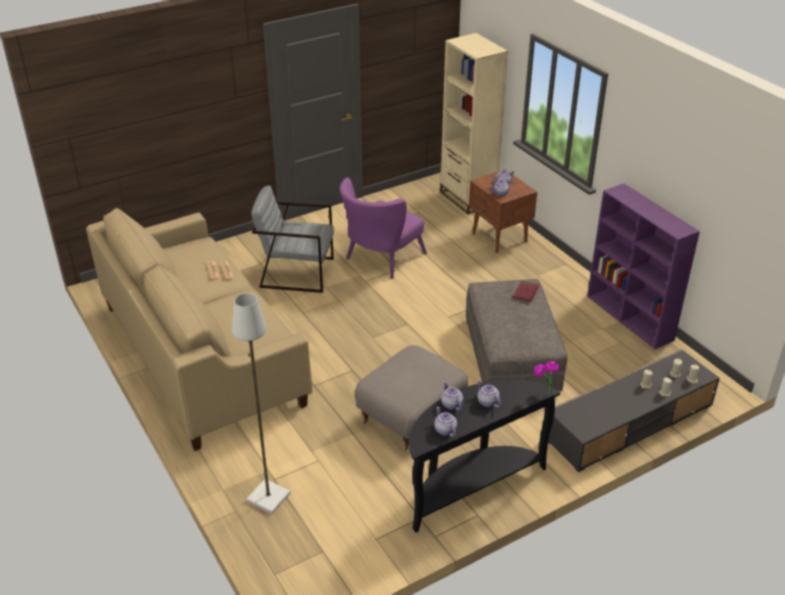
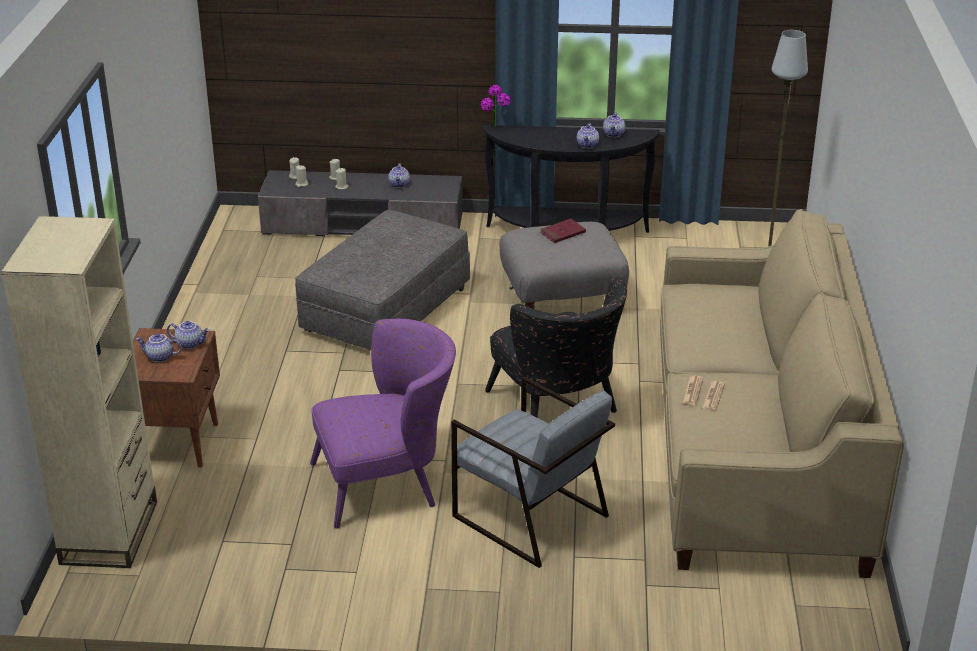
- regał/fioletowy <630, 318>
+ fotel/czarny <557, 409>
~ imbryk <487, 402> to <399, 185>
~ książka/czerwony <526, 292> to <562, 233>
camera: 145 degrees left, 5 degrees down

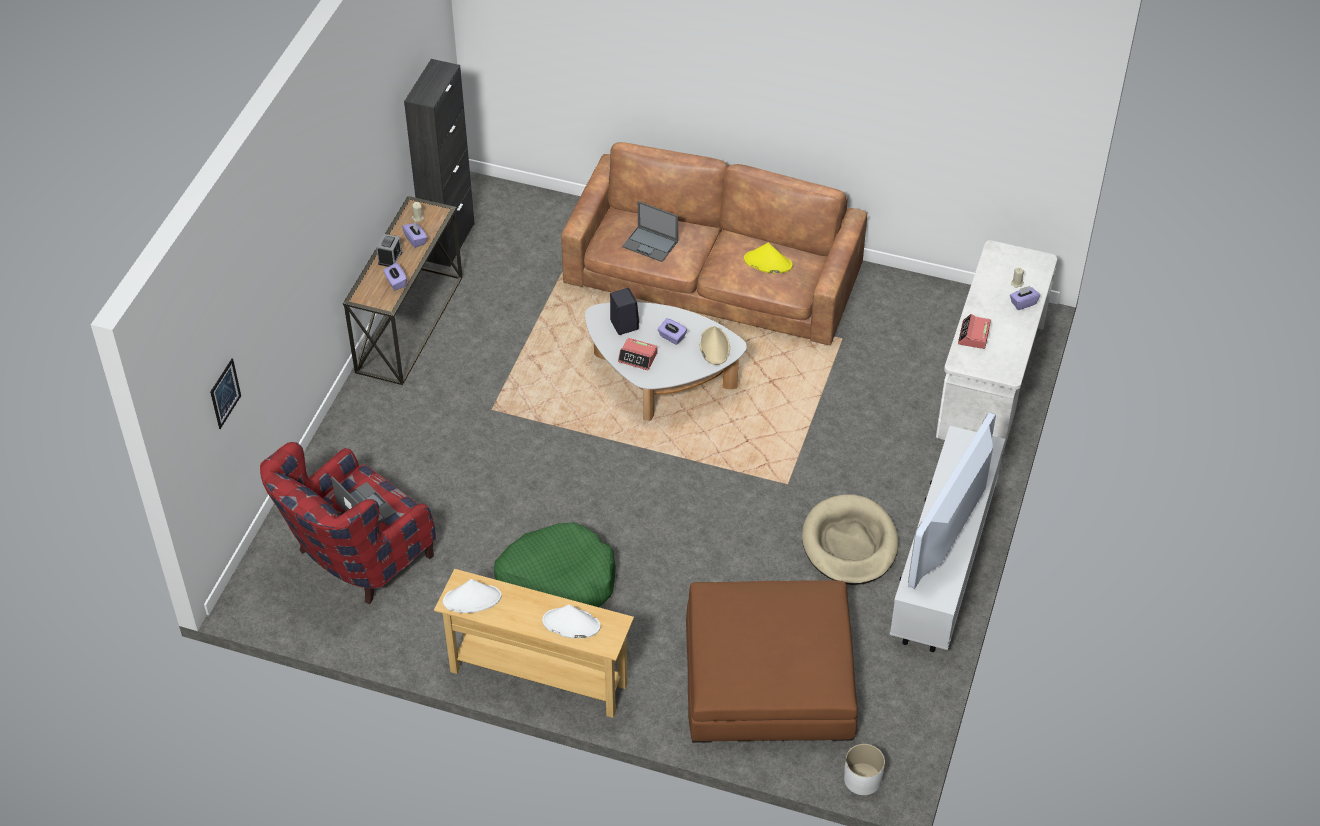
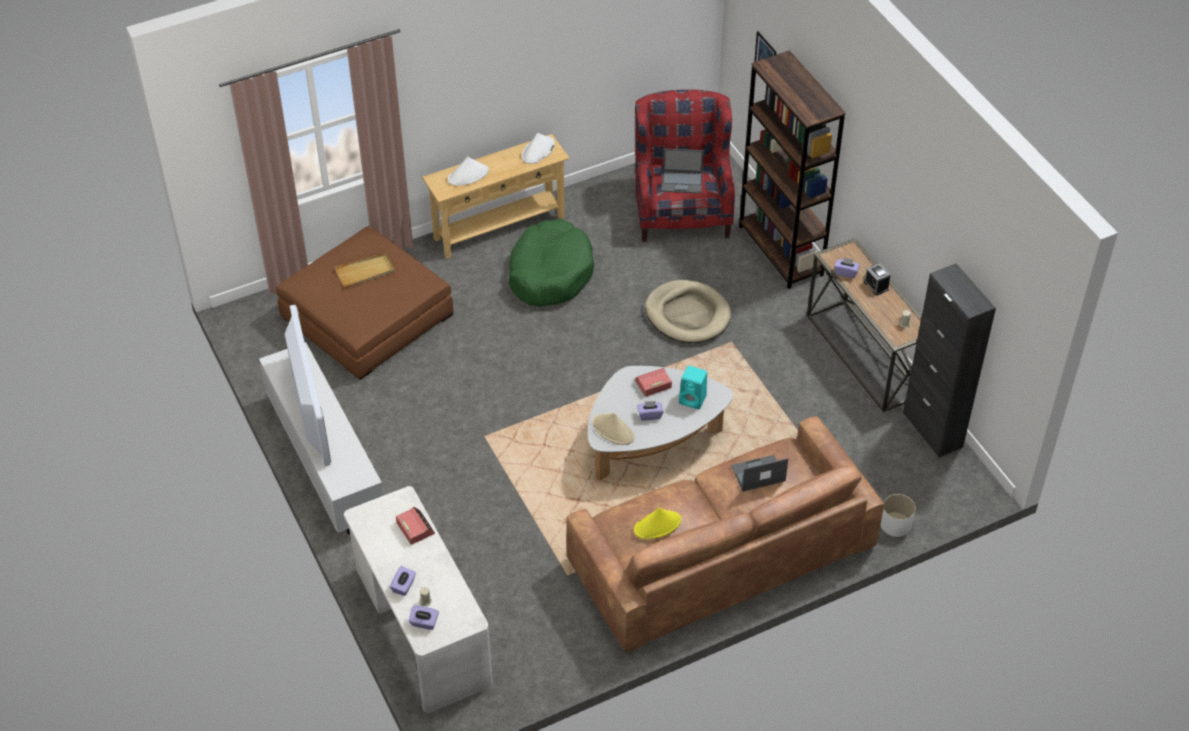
+ taca/beżowy <365, 271>
+ regał/brązowy <780, 251>
~ pudełko chusteczek/fioletowy <415, 240> to <424, 623>
~ legowisko/beżowy <849, 543> to <687, 315>
~ donica/biały <863, 779> to <895, 524>
~ głośnik/czarny <623, 324> to głośnik/turkusowy <693, 399>
camera: 135 degrees right, 0 degrees up

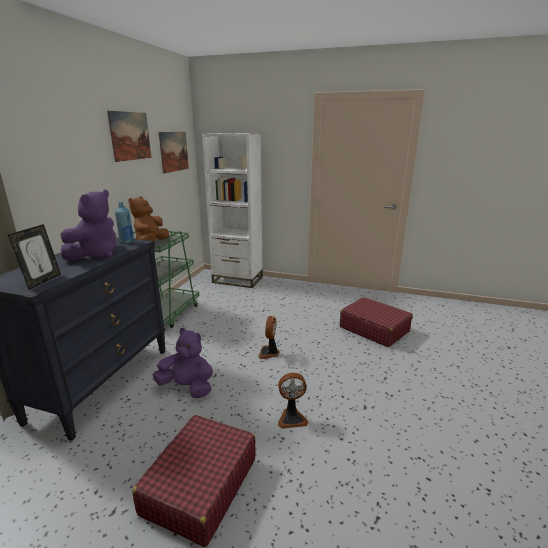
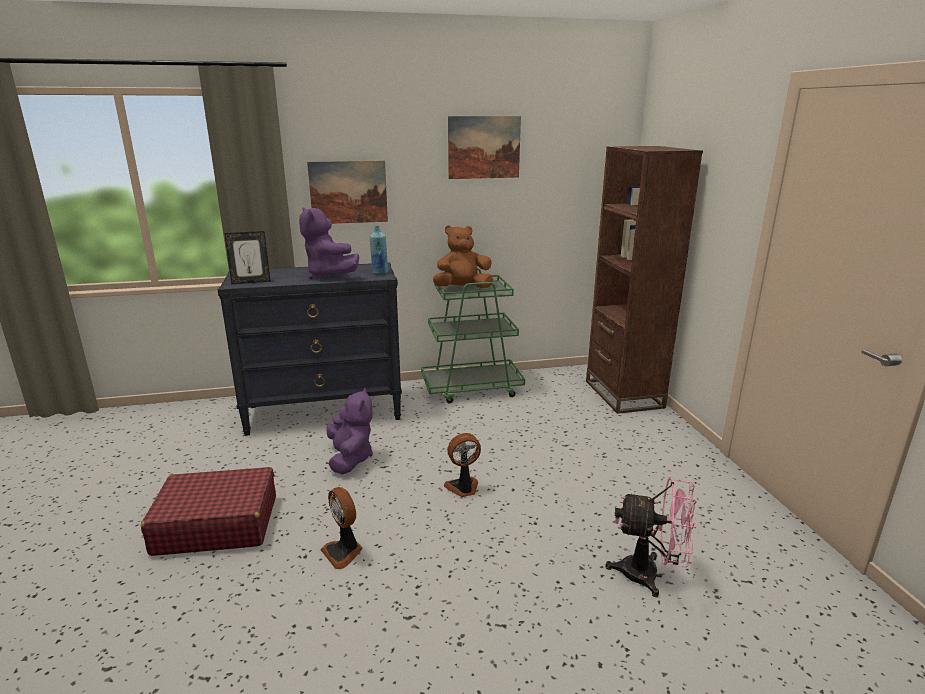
~ obraz <174, 151> to <348, 192>
~ walizka/czerwony <374, 329> to wentylator/różowy <649, 575>
~ regał/biały <237, 280> to regał/brązowy <623, 394>
~ pluszak/fioletowy <95, 255> = <329, 275> 60 degrees clockwise
camera: 60 degrees right, 0 degrees up

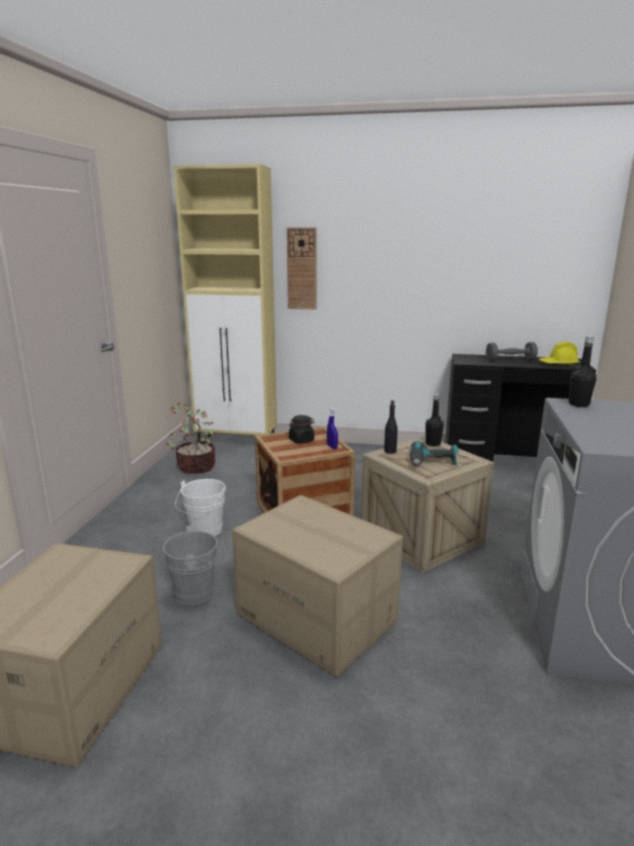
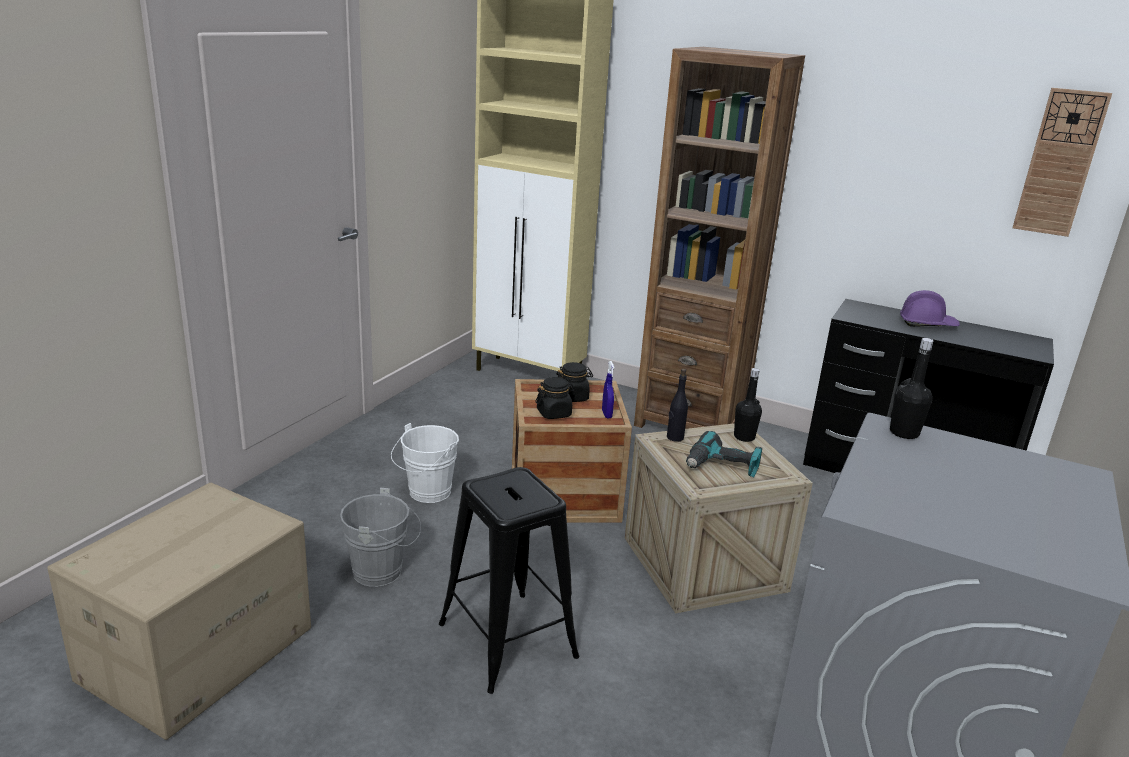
- roślina doniczkowa <195, 467>
- kask/żółty <558, 364>
+ słoik/czarny <554, 413>
+ regał/brązowy <690, 422>
~ zegar ścienny <301, 269> to <1060, 163>
~ karton <317, 617> to stołek/czarny <507, 639>
~ hantel/szary <510, 360> to kask/fioletowy <927, 324>
camera: 15 degrees right, 5 degrees up

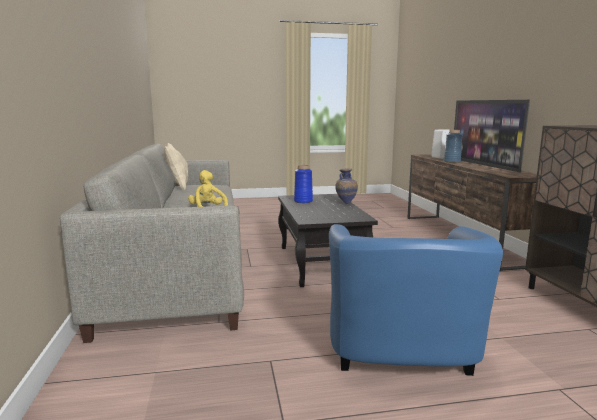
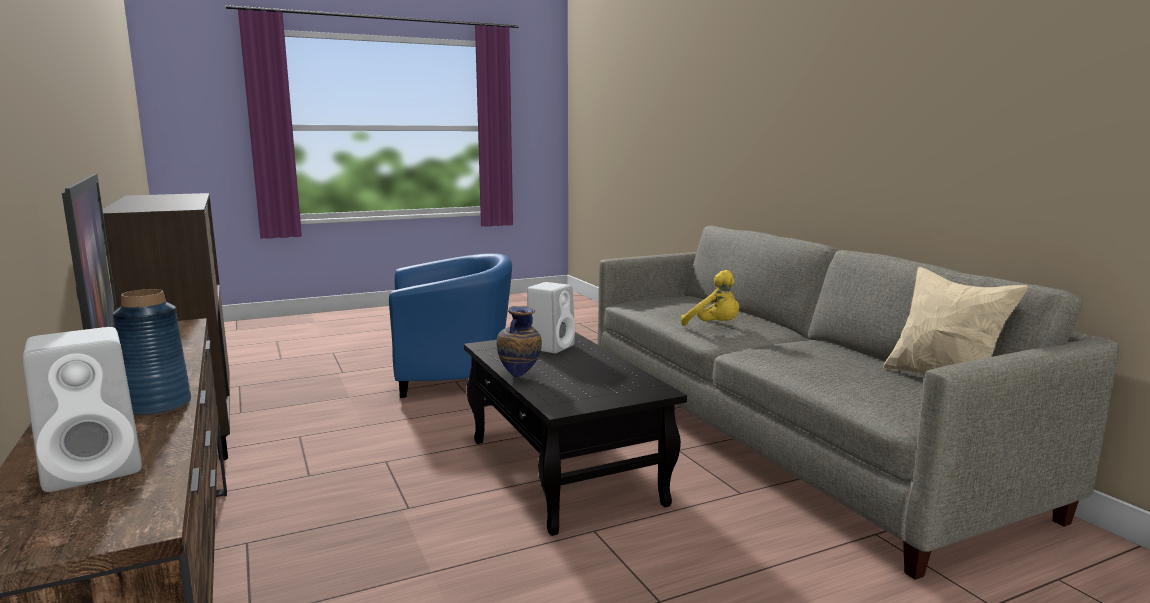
- wazon/niebieski <303, 201>
+ głośnik/biały <551, 346>
~ fotel/niebieski <401, 357> = <453, 376> 90 degrees clockwise
camera: 165 degrees right, 0 degrees up

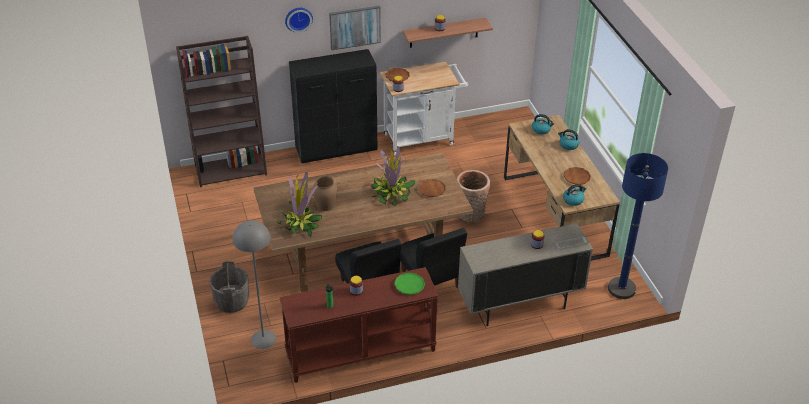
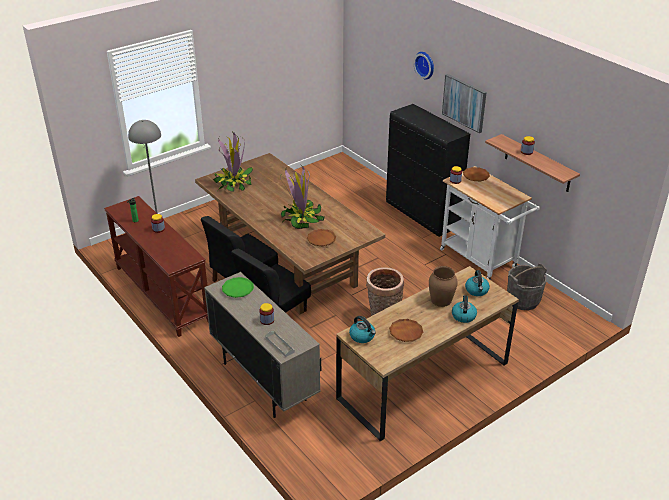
- regał/brązowy <231, 169>
- lampa stojąca/niebieski <621, 289>
~ wiadro/szary <232, 301> to <523, 300>
~ wazon/brązowy <325, 205> to <440, 300>
~ talerz/zielony <409, 285> to <238, 289>
camera: 70 degrees right, 5 degrees down

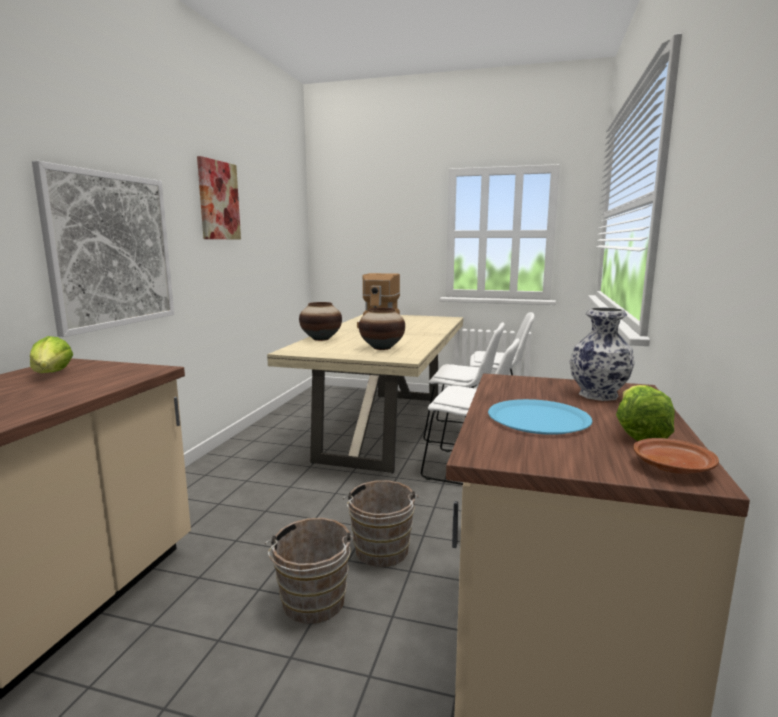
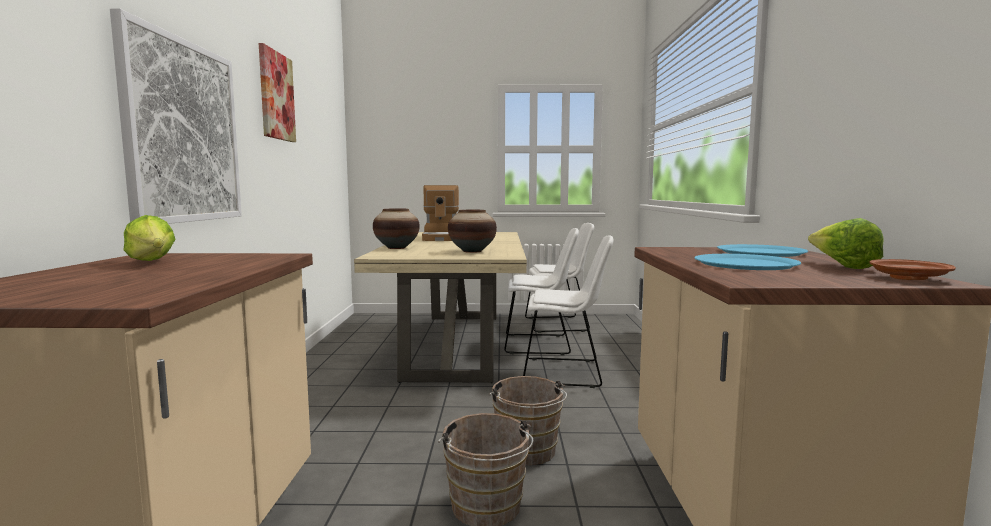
~ wazon <597, 395> to talerz/niebieski <760, 252>
camera: 15 degrees left, 5 degrees down

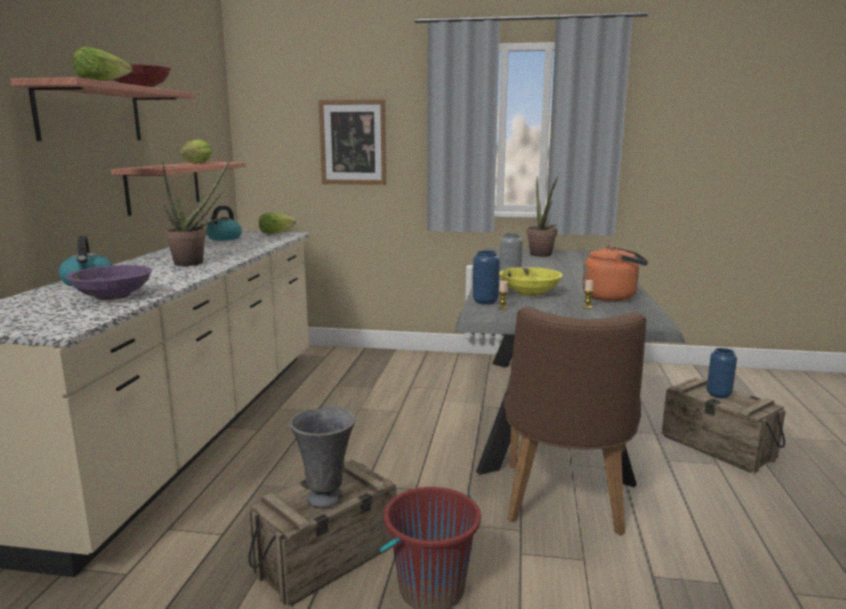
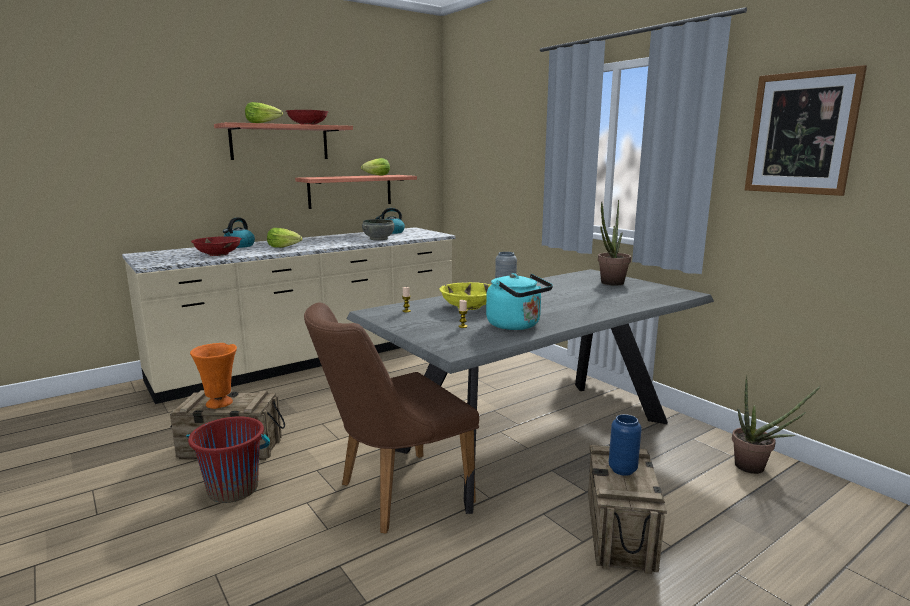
- wazon/niebieski <485, 302>
+ miska/szary <378, 239>
~ roślina doniczkowa <195, 263> to <756, 468>
~ sałata <276, 233> to <284, 247>
~ obraz <353, 142> to <801, 133>
~ miska/fioletowy <113, 296> to miska/czerwony <218, 254>
~ wazon/szary <326, 497> to wazon/pomarańczowy <220, 403>
~ czajnik/pomarańczowy <612, 297> to czajnik/turkusowy <516, 325>
camera: 45 degrees right, 0 degrees up

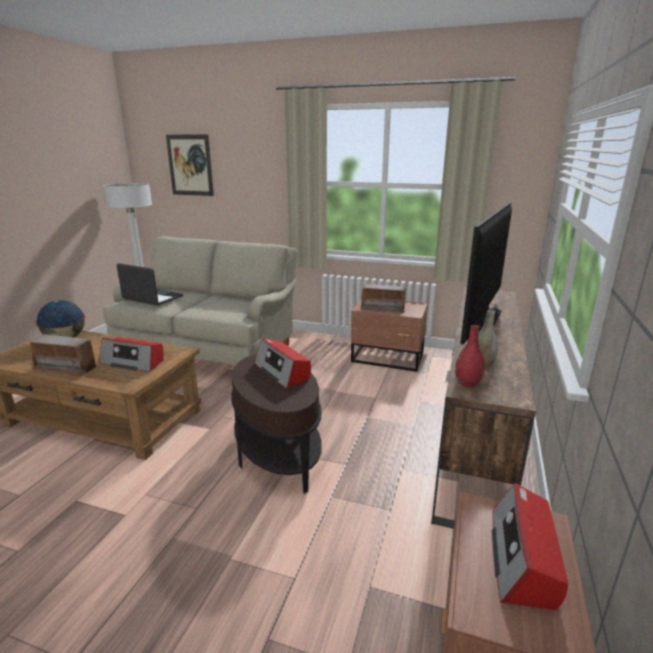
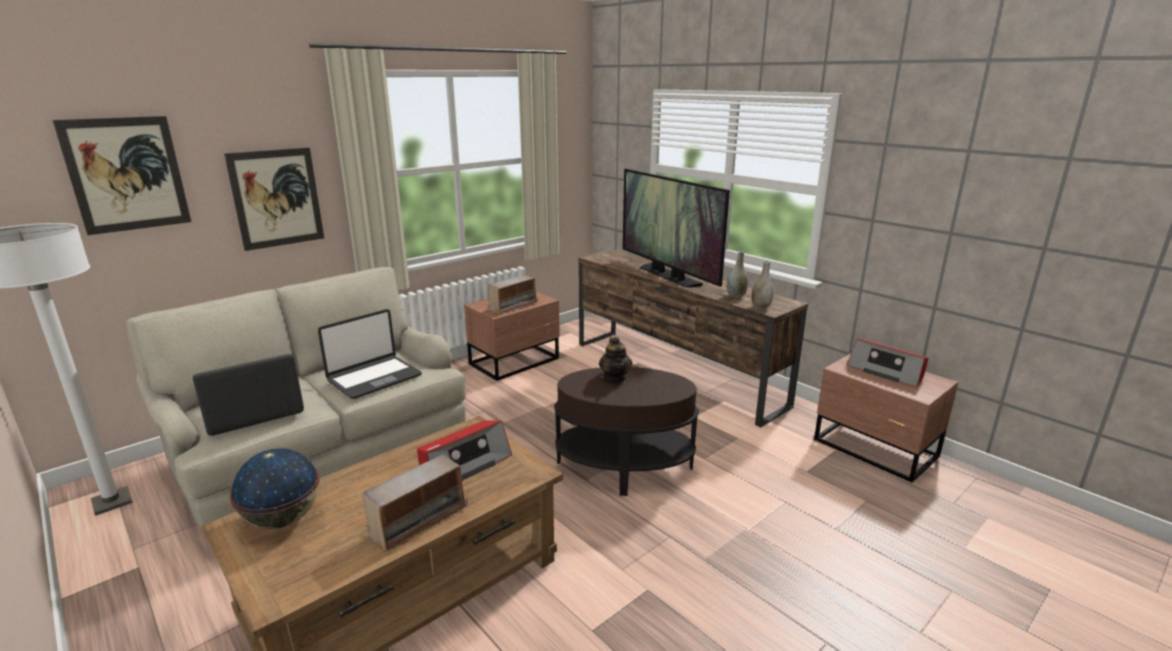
+ obraz <277, 198>
+ laptop <374, 378>
~ radio <282, 371> to imbryk <615, 378>
~ wazon/czerwony <467, 383> to wazon/szary <761, 307>
camera: 60 degrees left, 0 degrees up

